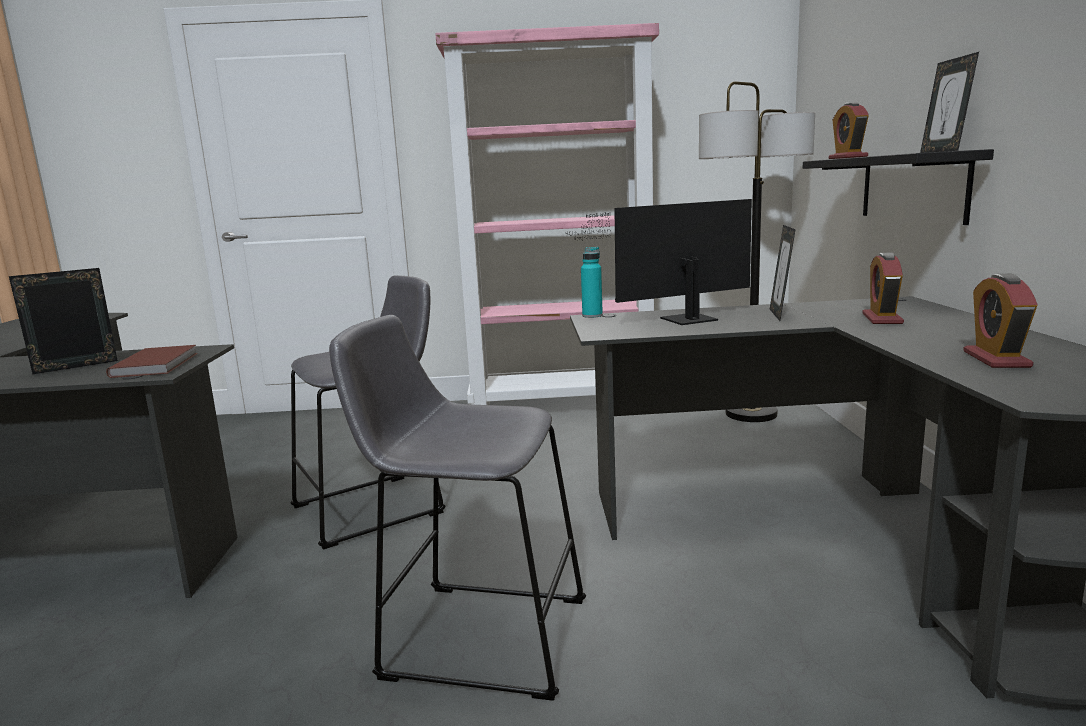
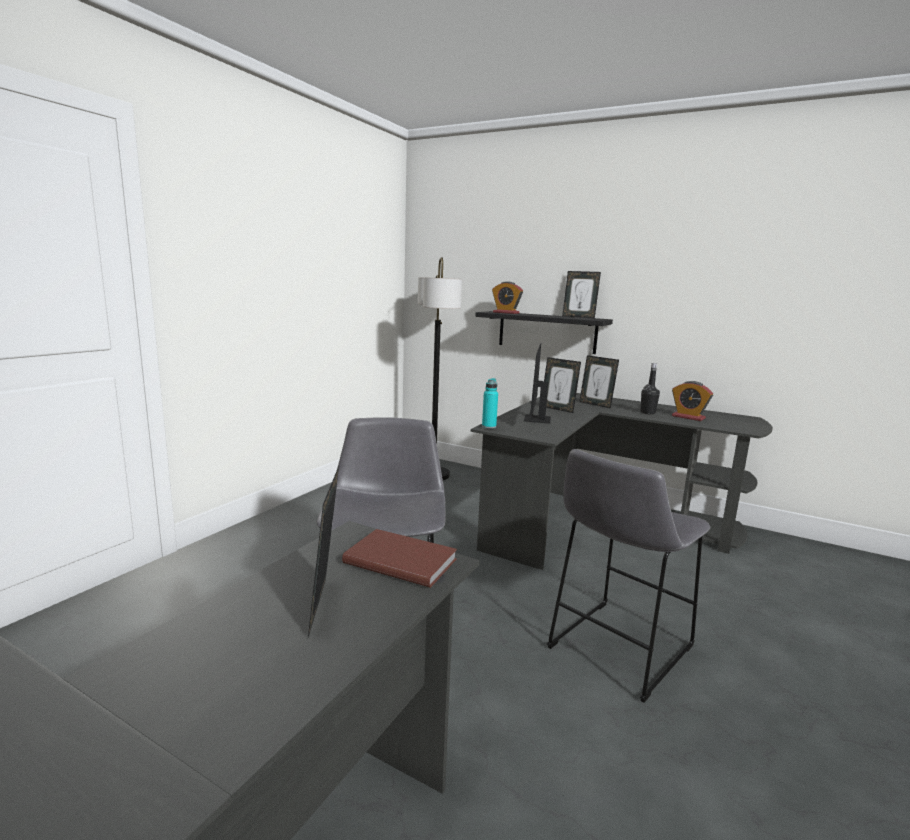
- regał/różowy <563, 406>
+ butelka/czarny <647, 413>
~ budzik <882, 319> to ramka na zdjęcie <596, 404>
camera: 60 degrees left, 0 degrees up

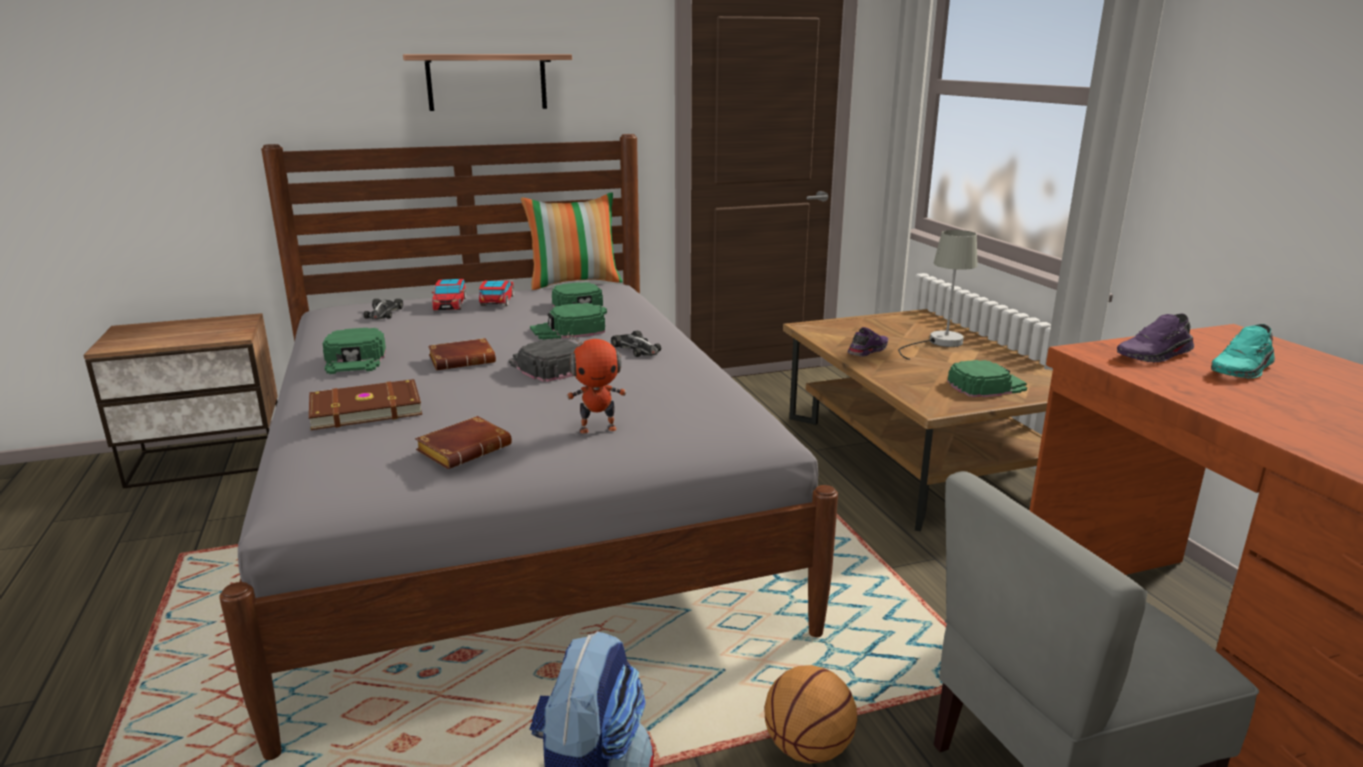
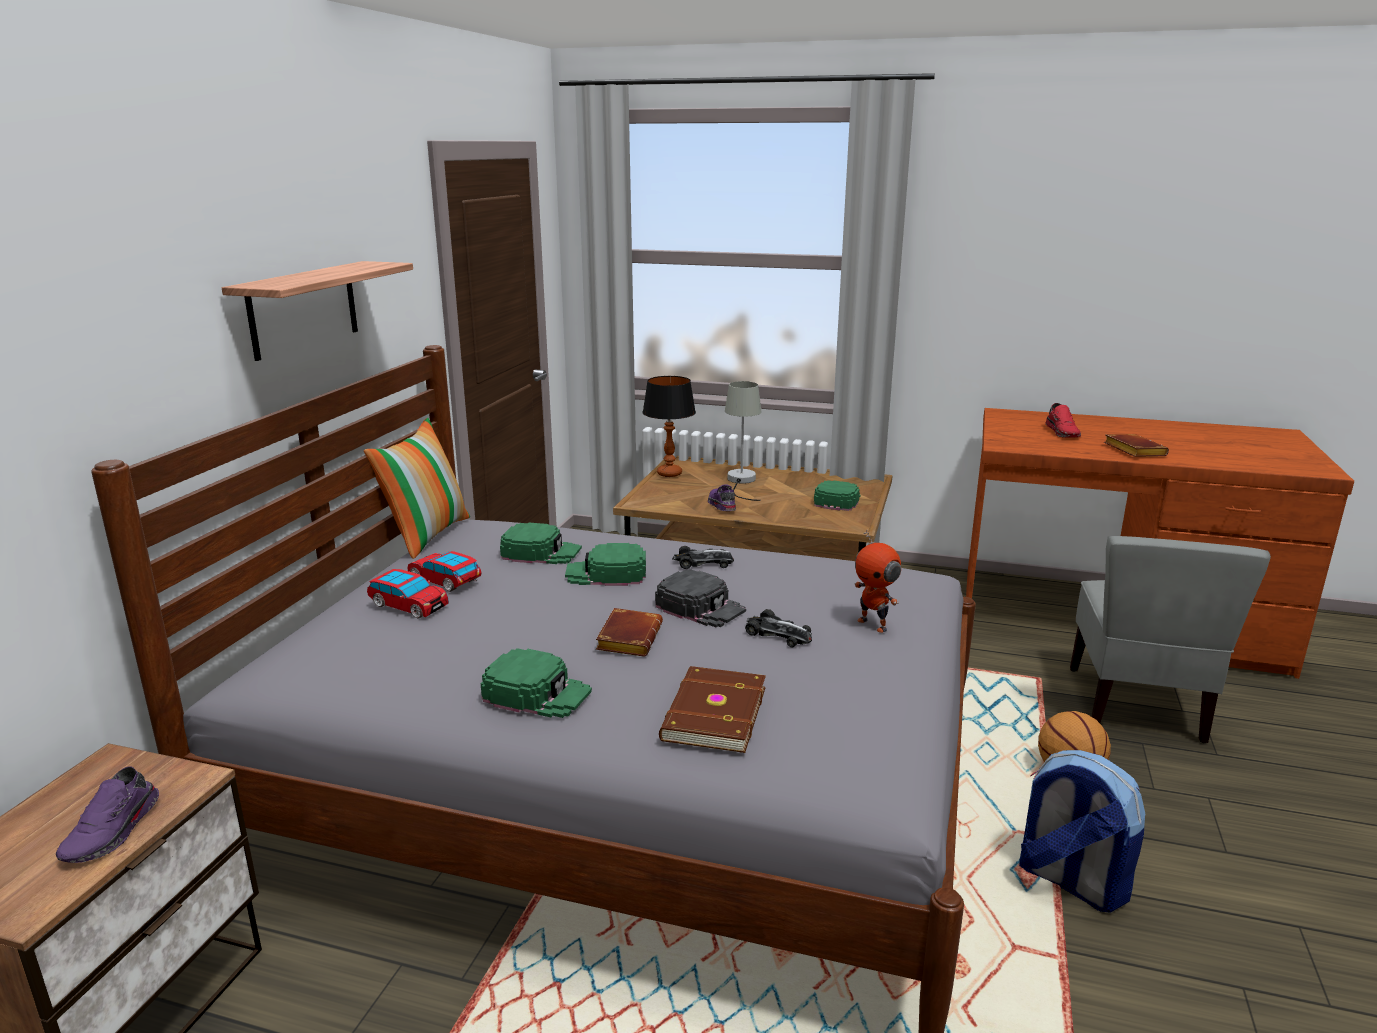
+ lampa stołowa <670, 473>
~ samochodzik <383, 313> to <778, 634>
~ książka/brązowy <465, 448> to <1132, 450>
~ but/fioletowy <1155, 355> to <114, 832>
~ but/turkusowy <1243, 370> to but/czerwony <1063, 432>
~ czapka z daszkiem/czarny <546, 366> = <701, 607> 135 degrees counterclockwise
~ czapka z daszkiem/zielony <568, 330> = <606, 574> 75 degrees clockwise
~ robot zabawkowy <598, 428> = <873, 624> 120 degrees clockwise
camera: 55 degrees left, 0 degrees up

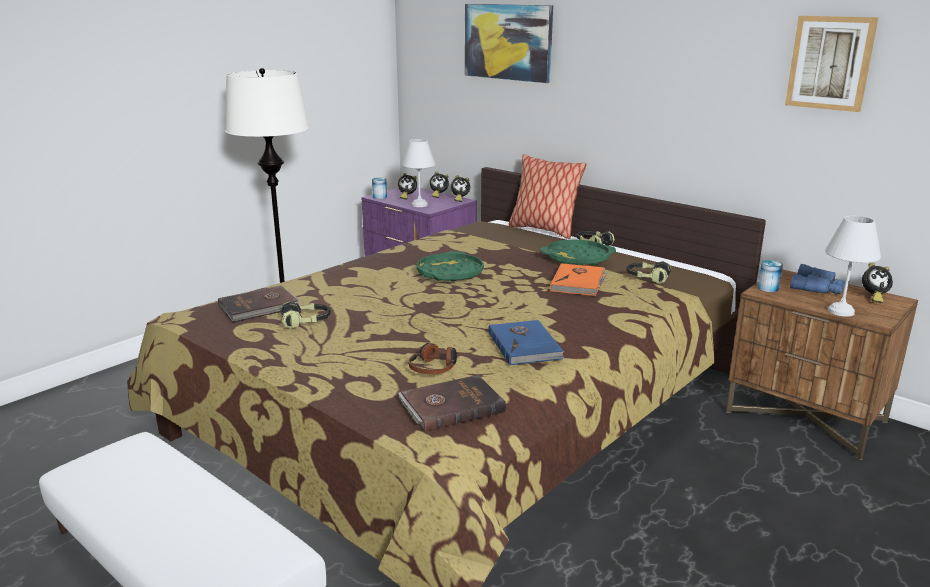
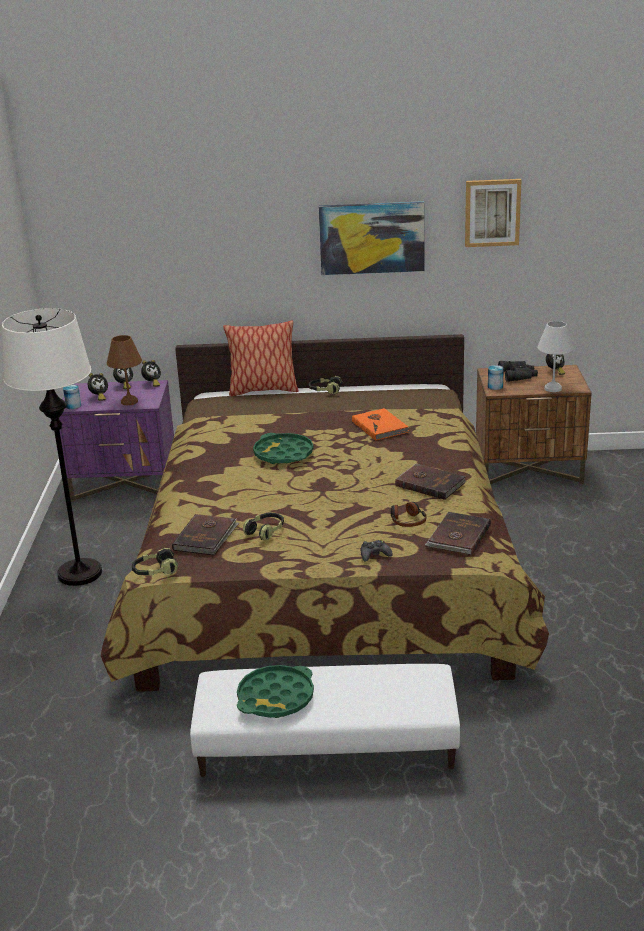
+ pad do gier/czarny <374, 555>
~ obraz <508, 42> to <372, 238>
~ taca/zielony <577, 258> to <276, 698>
~ słuchawki <647, 278> to <155, 571>
~ lampa stołowa/biały <420, 205> to lampa stołowa/brązowy <129, 401>
~ książka/niebieski <525, 345> to książka/brązowy <430, 483>
~ lornetka/niebieski <818, 287> to lornetka/czarny <518, 375>
camera: 40 degrees left, 5 degrees up

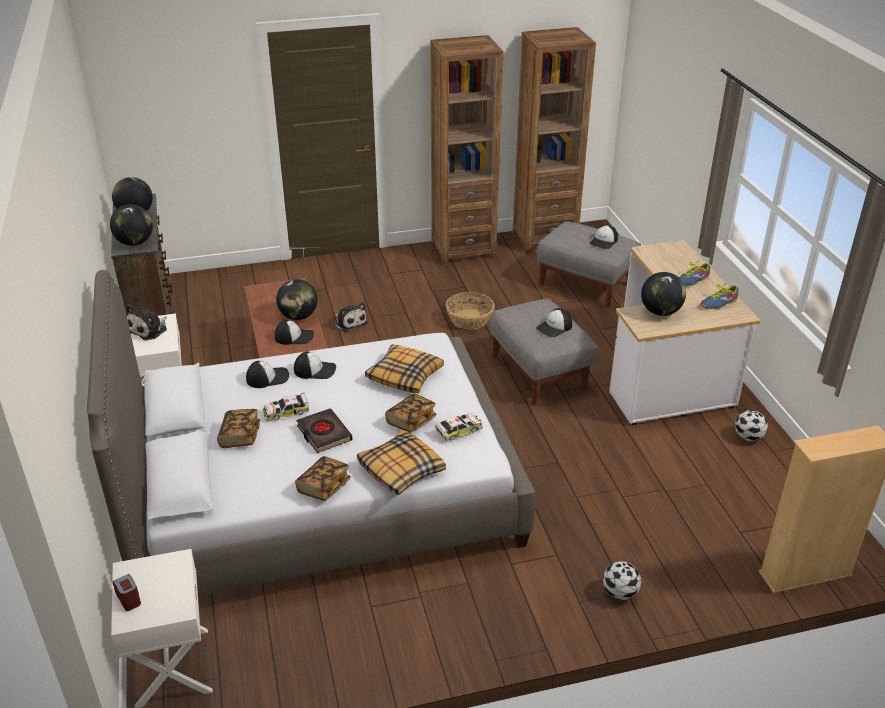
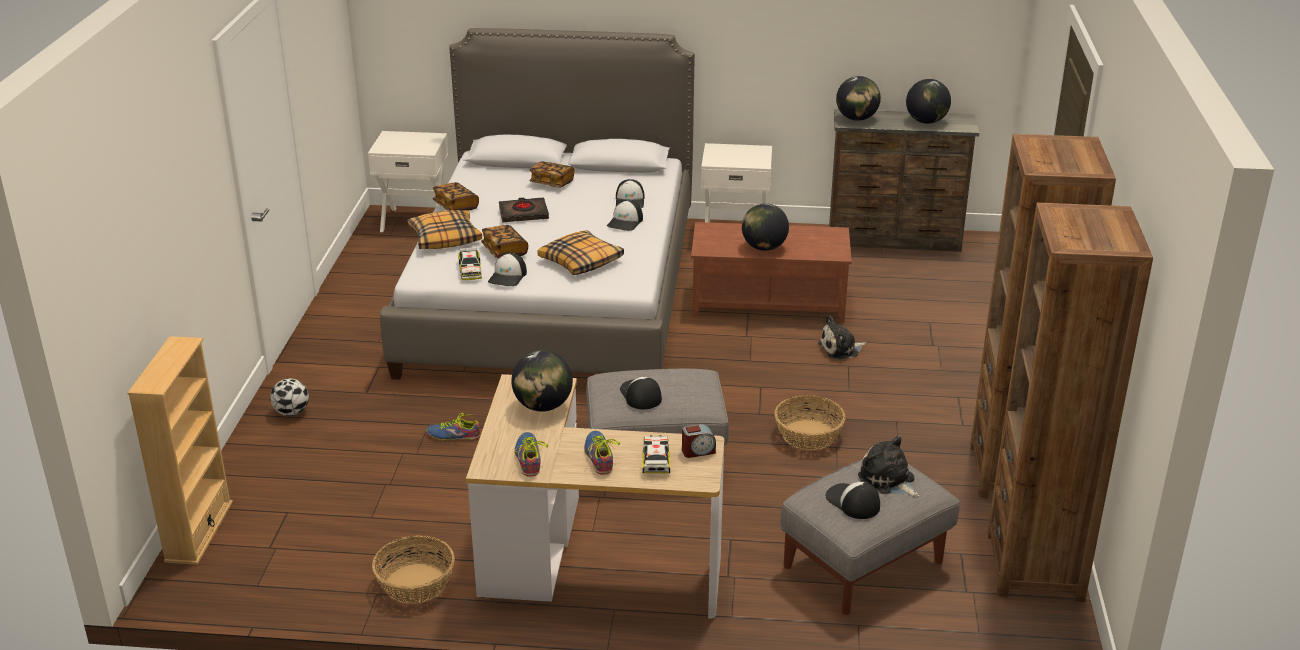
+ but <453, 436>
~ budzik <129, 599> to <698, 451>
~ pluszak <149, 330> to <888, 480>
~ samochodzik <286, 412> to <656, 460>
~ czapka z daszkiem <294, 337> to <508, 276>
~ piłka futbolowa <748, 437> to koszyk <415, 584>
camera: 110 degrees right, 5 degrees down

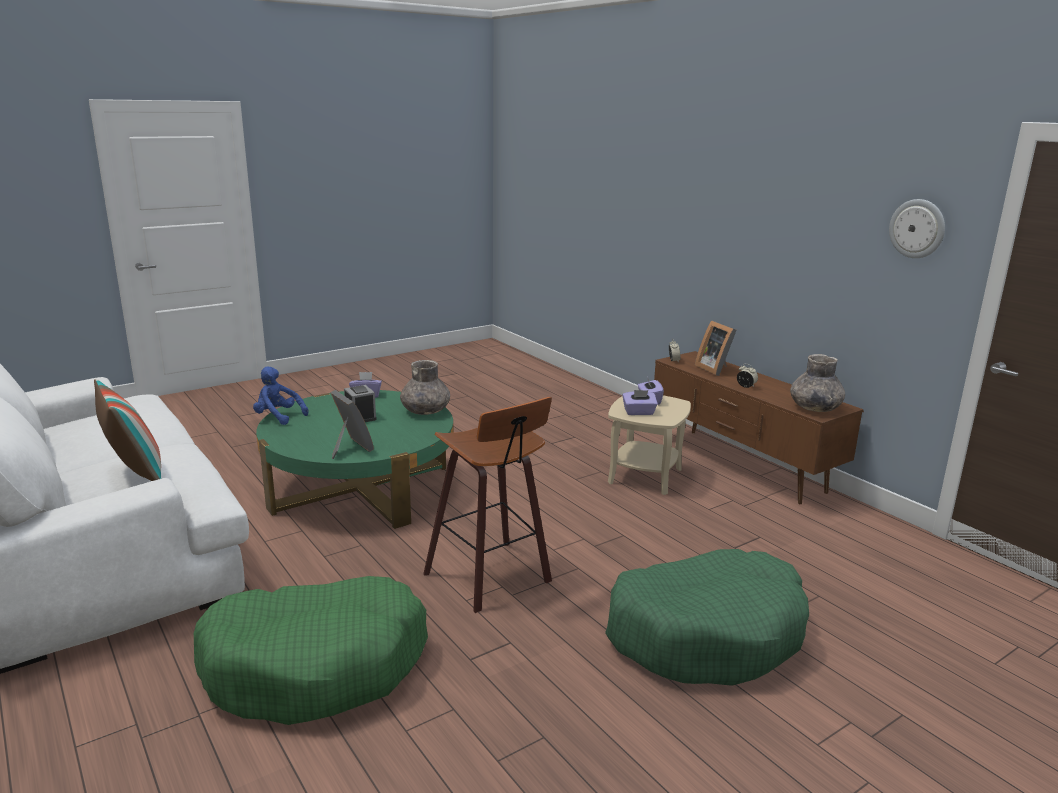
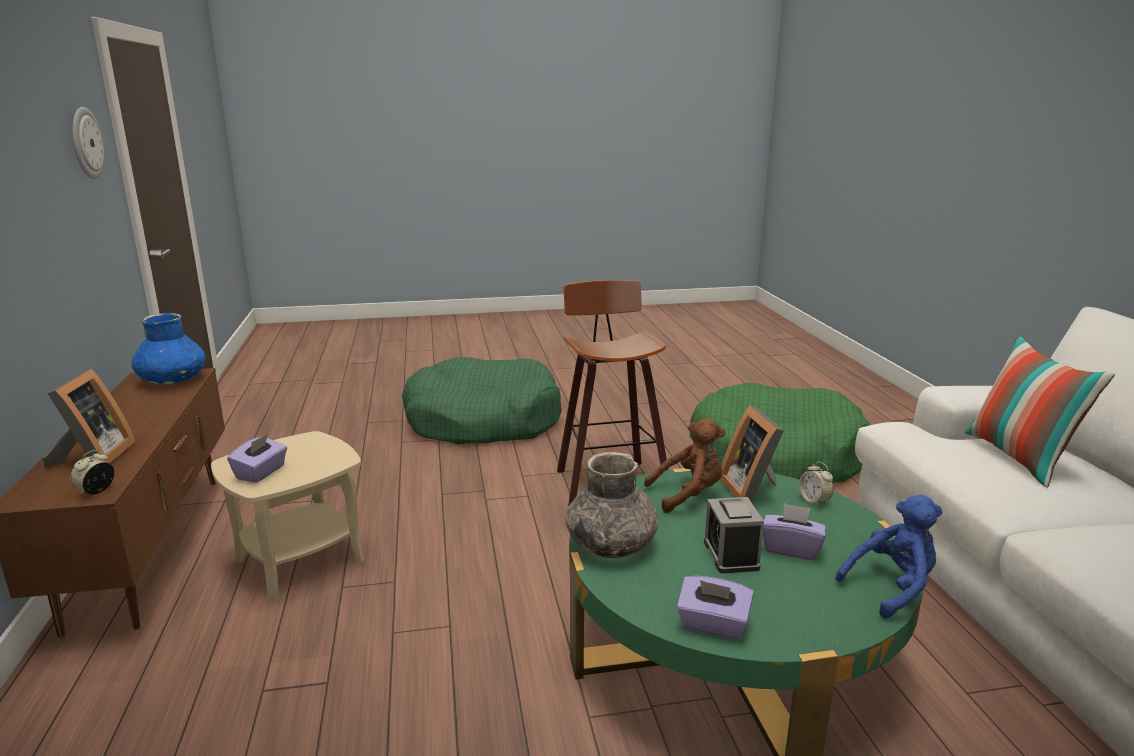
+ pluszak/brązowy <688, 495>
~ pudełko chusteczek/fioletowy <639, 412> to <791, 549>
~ budzik <746, 386> to <814, 501>
~ wazon/szary <814, 408> to wazon/niebieski <173, 380>
~ pluszak/niebieski <278, 417> = <892, 588> 75 degrees counterclockwise
camera: 155 degrees left, 0 degrees up

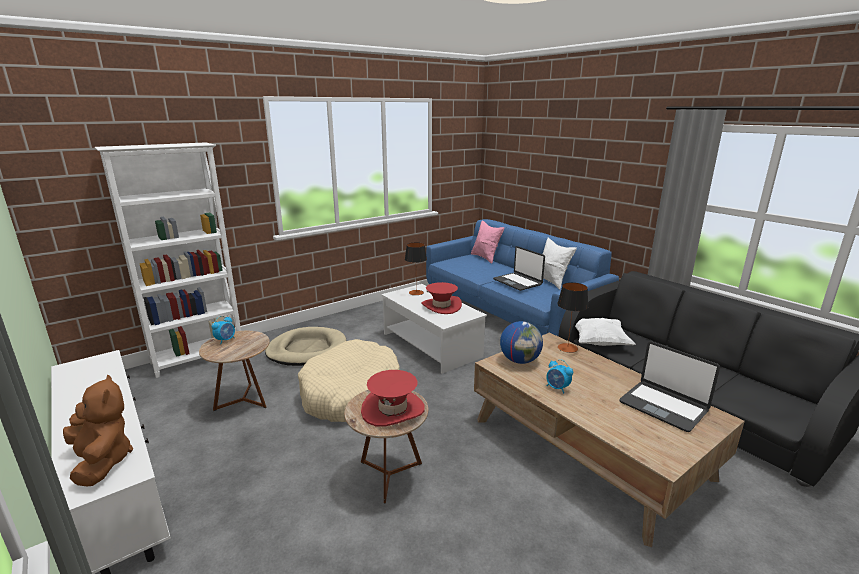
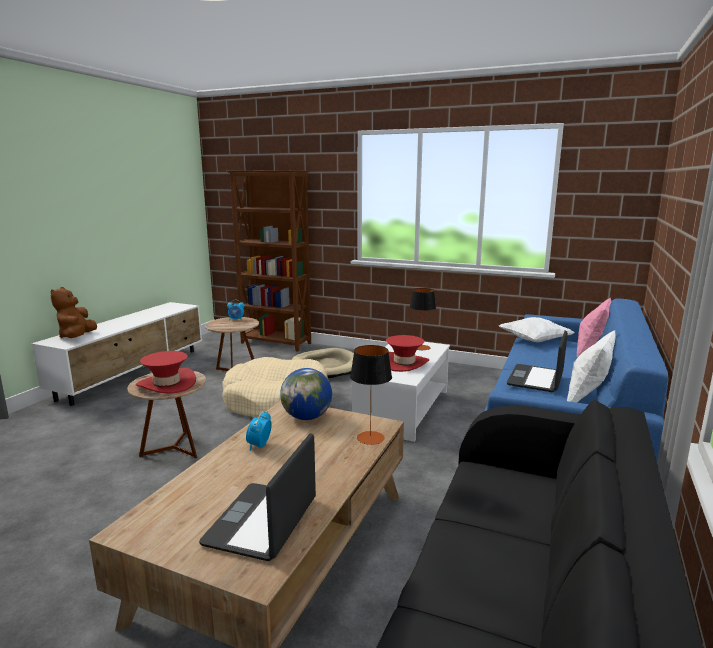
~ poduszka/biały <599, 342> to <534, 341>
~ regał/biały <199, 358> to regał/brązowy <276, 343>
~ pluszak/brązowy <102, 462> = <77, 337> 150 degrees clockwise
camera: 60 degrees right, 5 degrees down

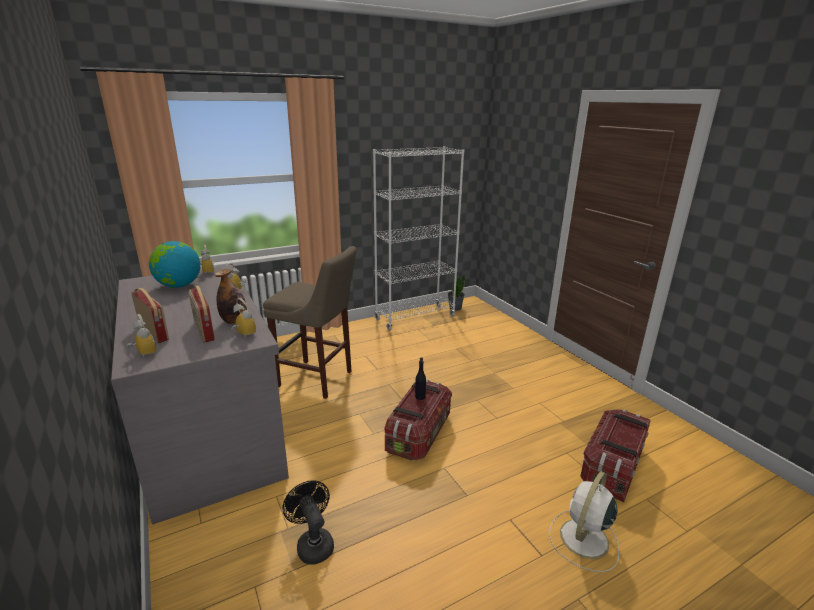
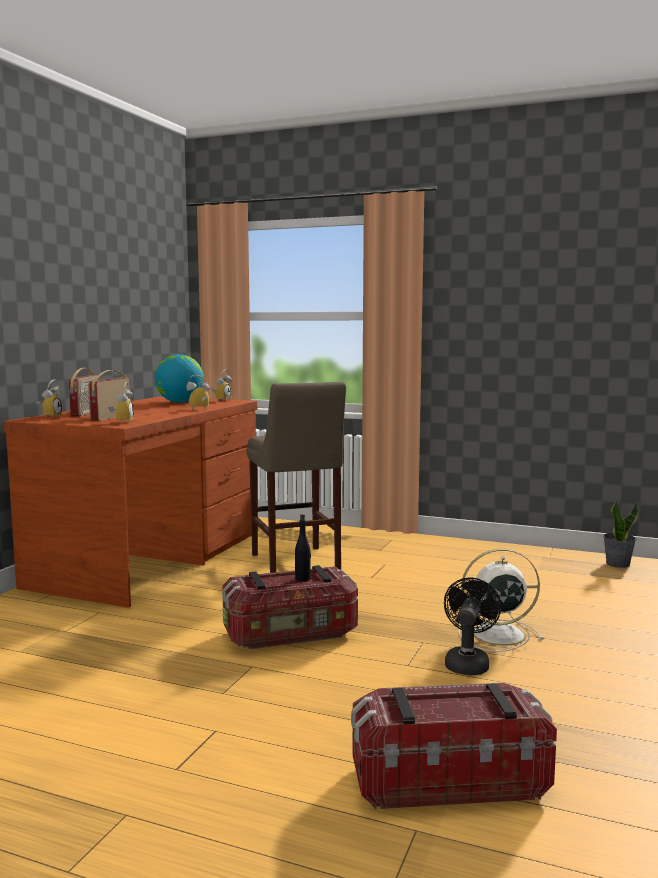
- butelka <234, 321>
- regał/biały <415, 318>
~ wentylator/czarny <313, 543> to <467, 663>
~ wentylator/biały <583, 540> to <496, 635>
~ biurko/szary <210, 428> to biurko/brązowy <151, 559>
camera: 50 degrees right, 15 degrees down

